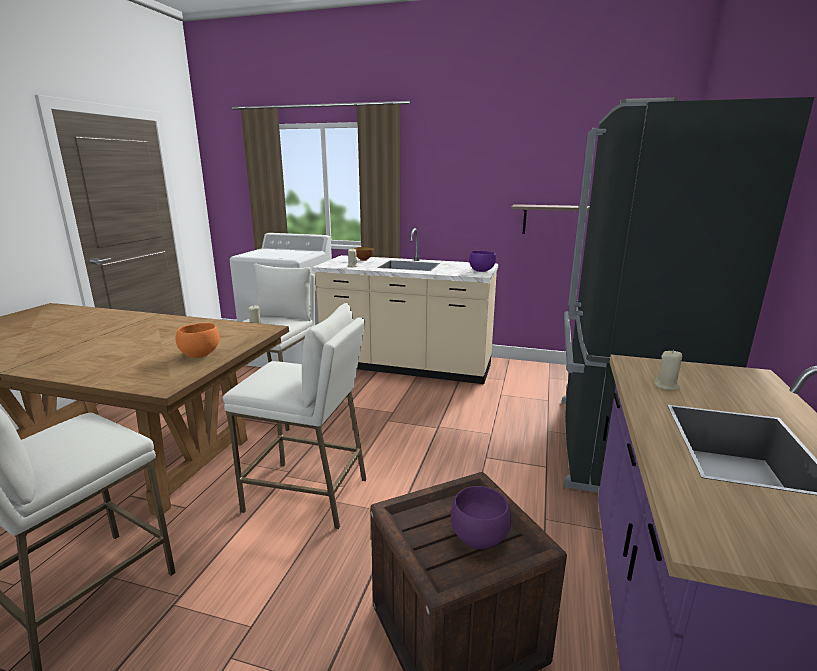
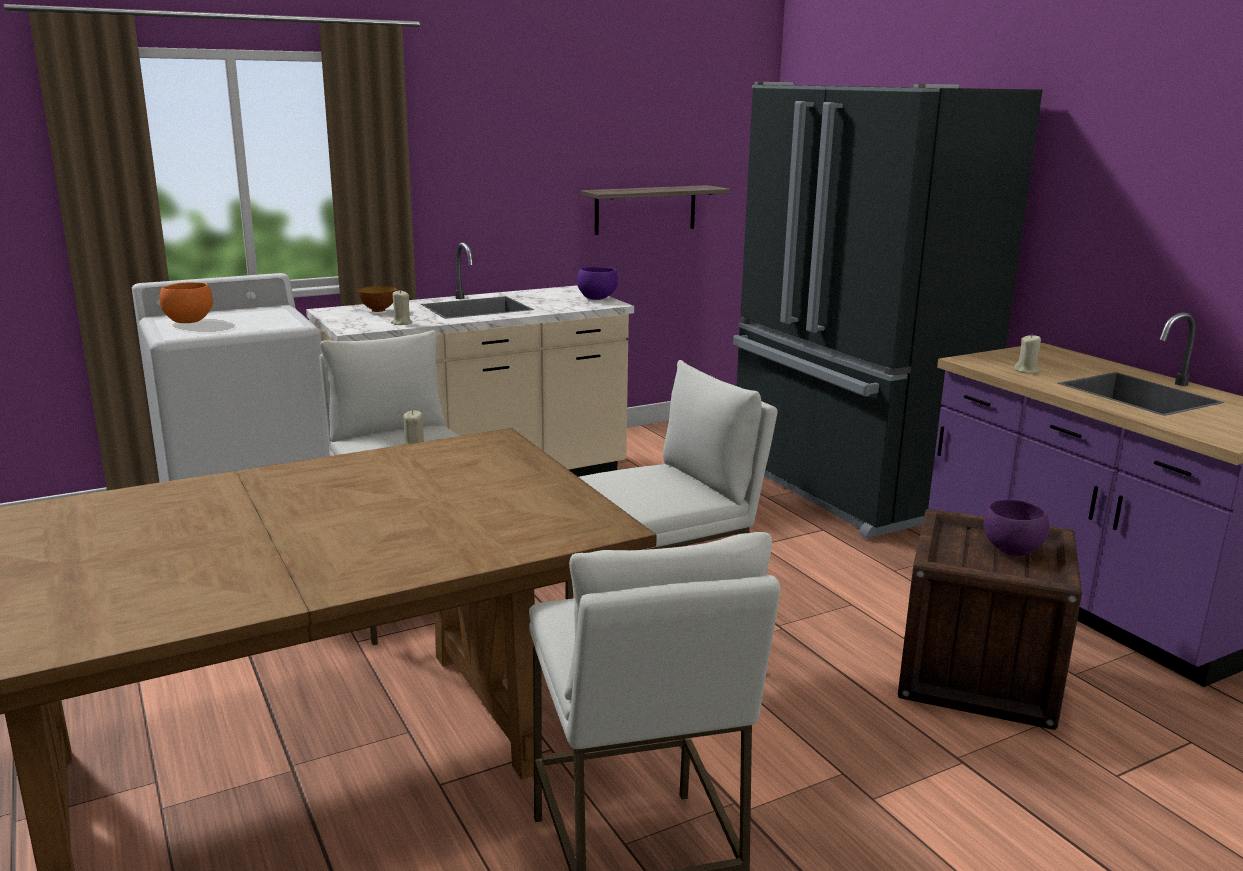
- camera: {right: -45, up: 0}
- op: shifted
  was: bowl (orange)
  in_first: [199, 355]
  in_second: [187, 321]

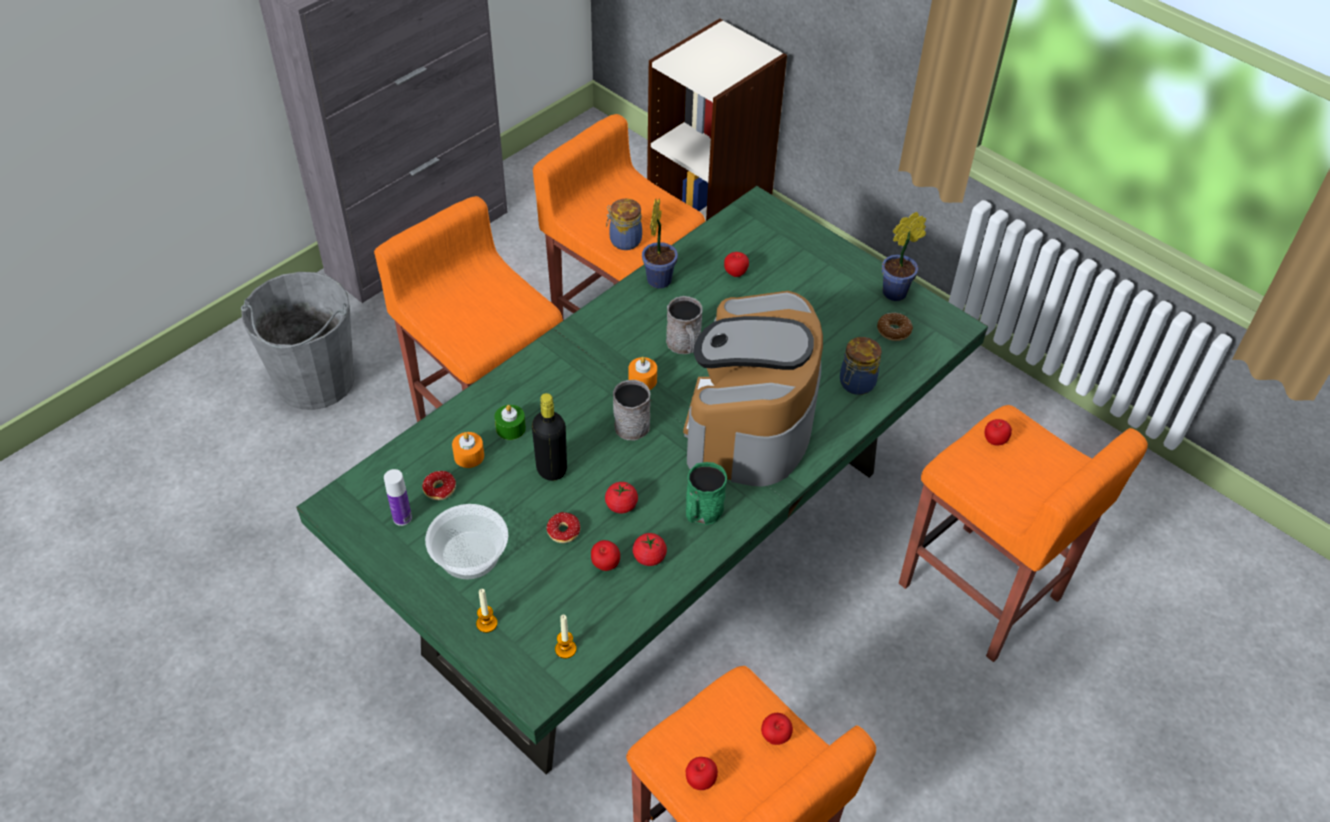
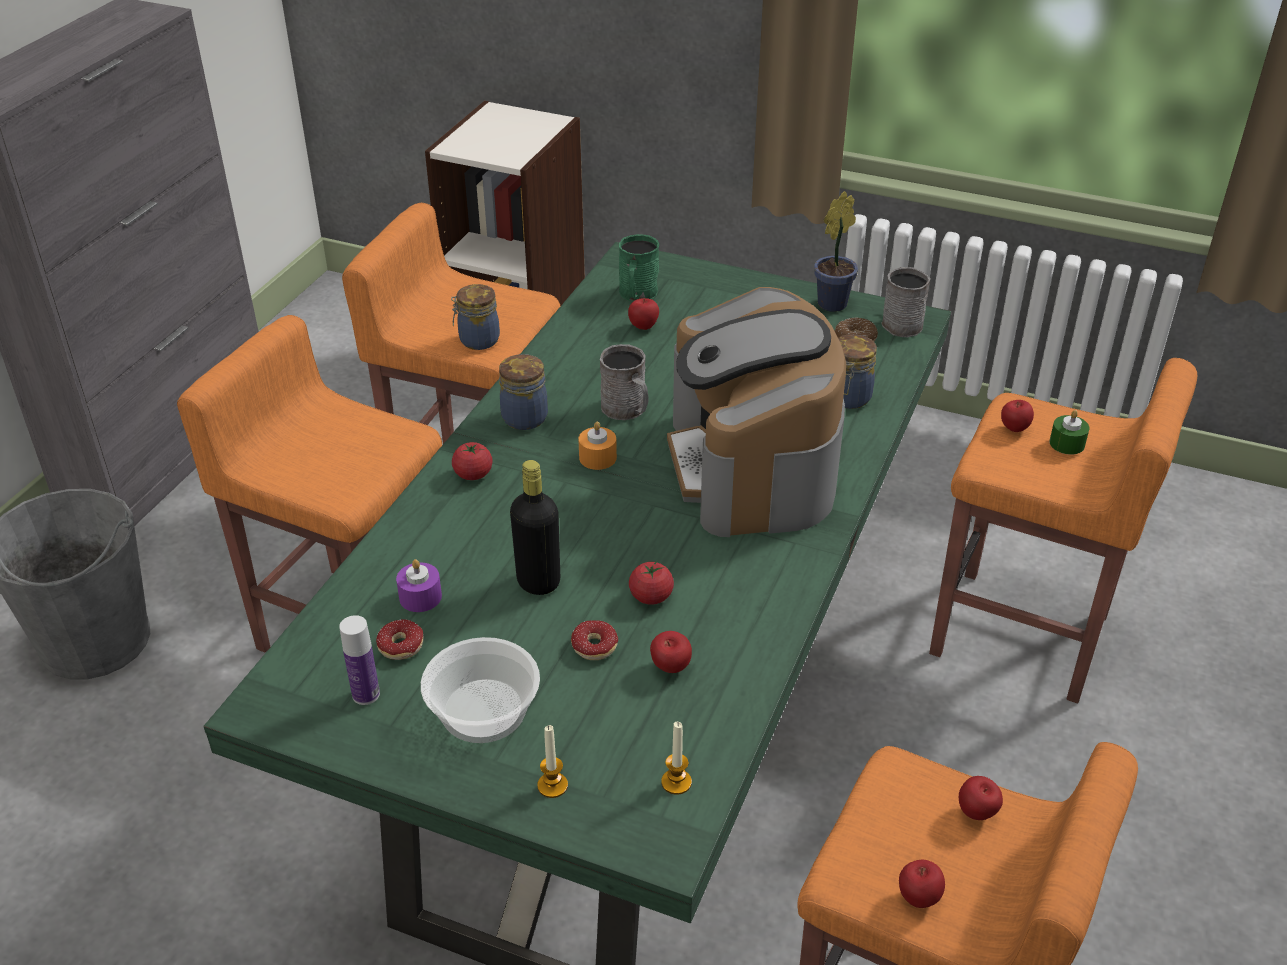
- camera: {right: -20, up: -10}
- op: gone
  was: potted plant
  in_first: [660, 278]
- op: shifted
  was: mug (grey)
  in_first: [631, 421]
  in_second: [898, 322]
- op: shifted
  was: candle (green)
  in_first: [510, 428]
  in_second: [1067, 443]
- op: repainted
  was: candle (orange)
  now: candle (purple)
  in_first: [469, 456]
  in_second: [420, 597]
- op: shifted
  was: mug (green)
  in_first: [701, 513]
  in_second: [637, 294]
- op: shifted
  was: tomato
  in_first: [649, 557]
  in_second: [473, 474]
- op: new
  now: jar
  in_second: [525, 416]

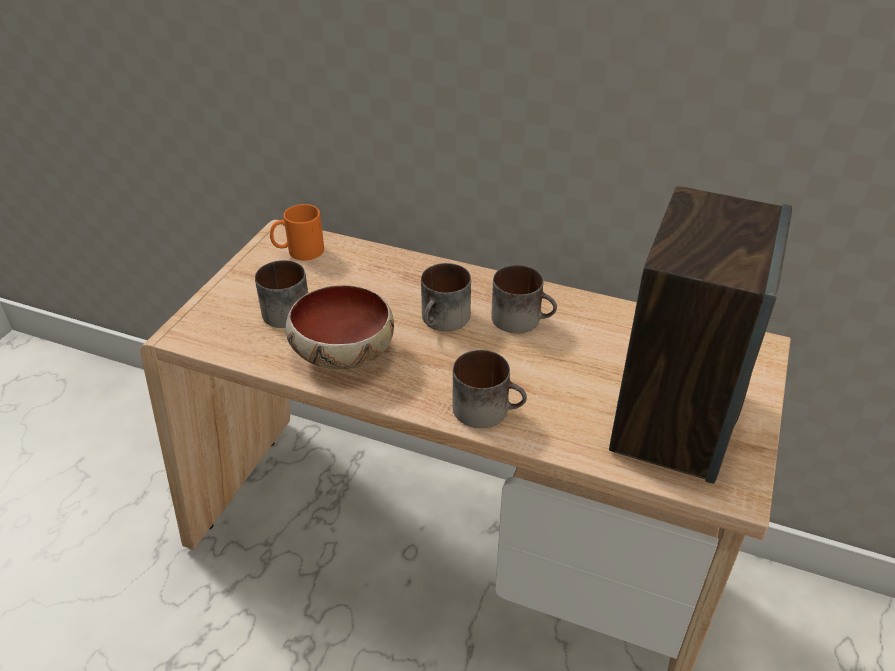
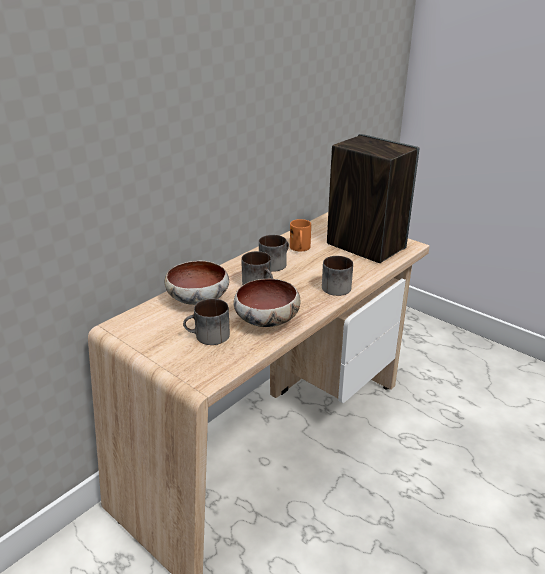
- camera: {right: -70, up: -10}
- op: shifted
  was: mug (orange)
  in_first: [298, 252]
  in_second: [300, 249]
- op: new
  now: bowl
  in_second: [199, 299]

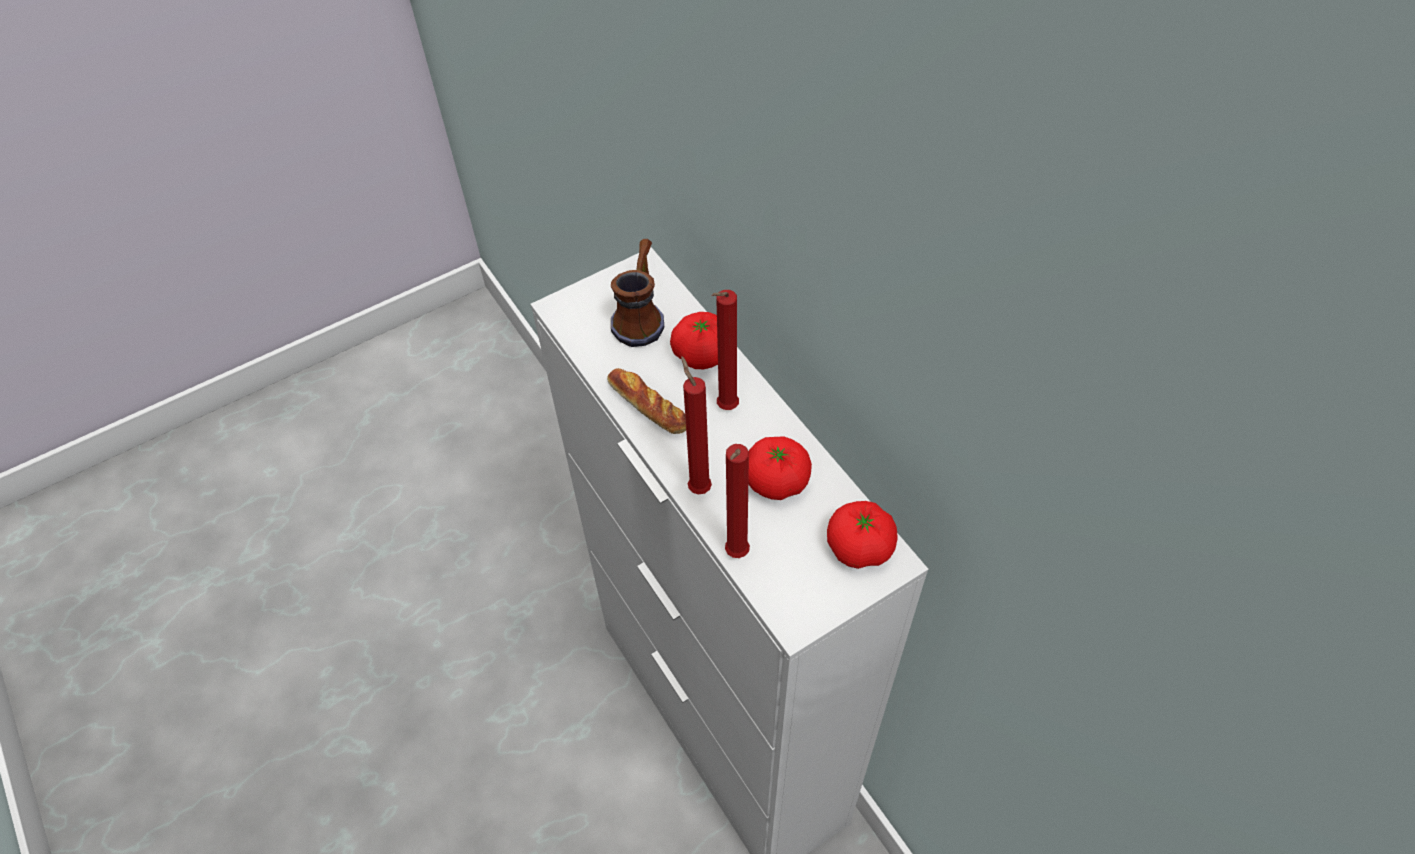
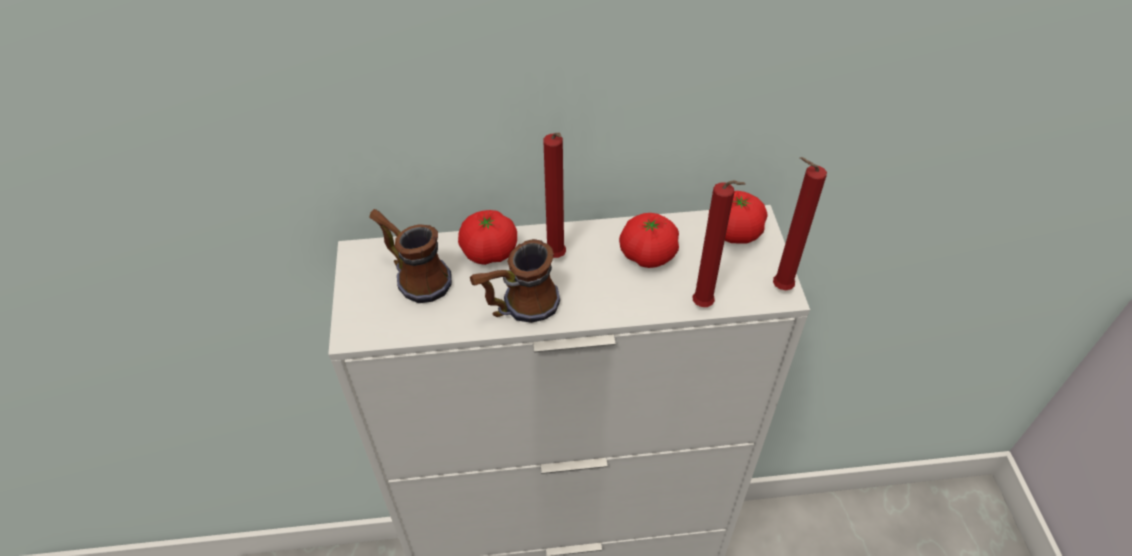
- camera: {right: -65, up: -5}
- op: shifted
  was: candle (red)
  in_first: [698, 486]
  in_second: [778, 288]
- op: swapped
  was: bread
  now: mug
  in_first: [647, 405]
  in_second: [518, 308]

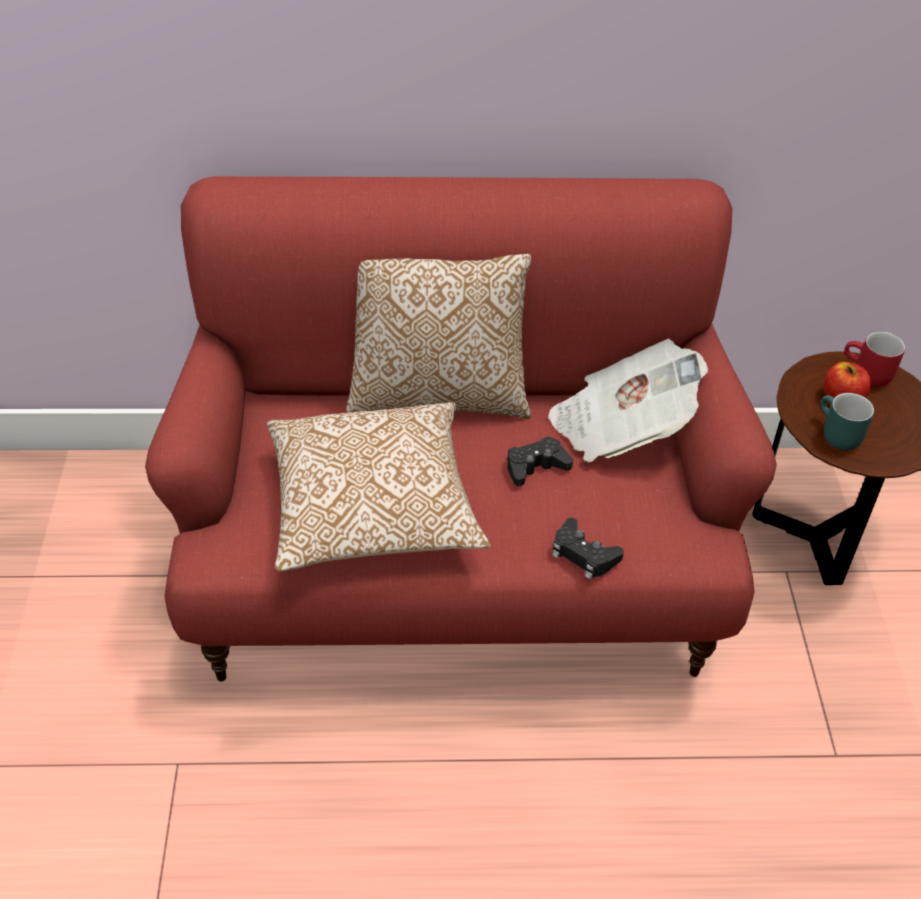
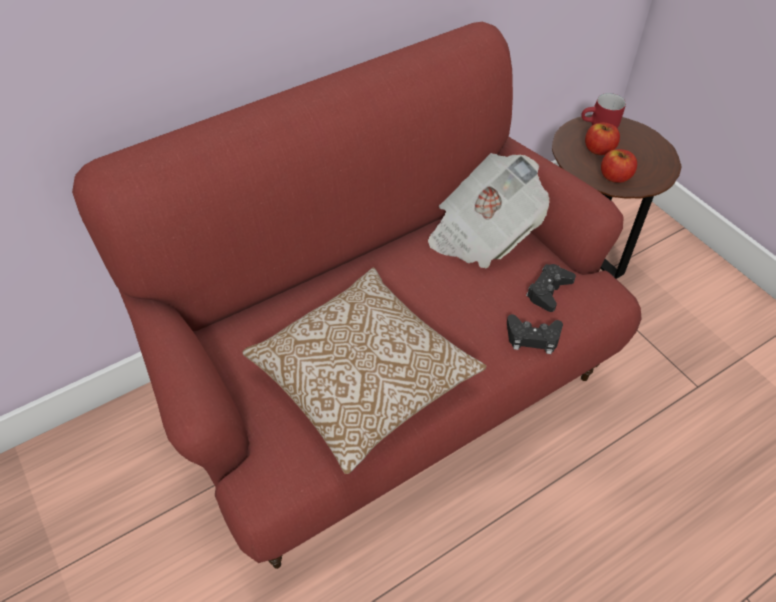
- camera: {right: -30, up: 5}
- op: gone
  was: pillow
  in_first: [439, 394]
- op: swapped
  was: mug (turquoise)
  now: apple
  in_first: [835, 435]
  in_second: [615, 177]
- op: shifted
  was: game controller (black)
  in_first: [536, 467]
  in_second: [548, 291]

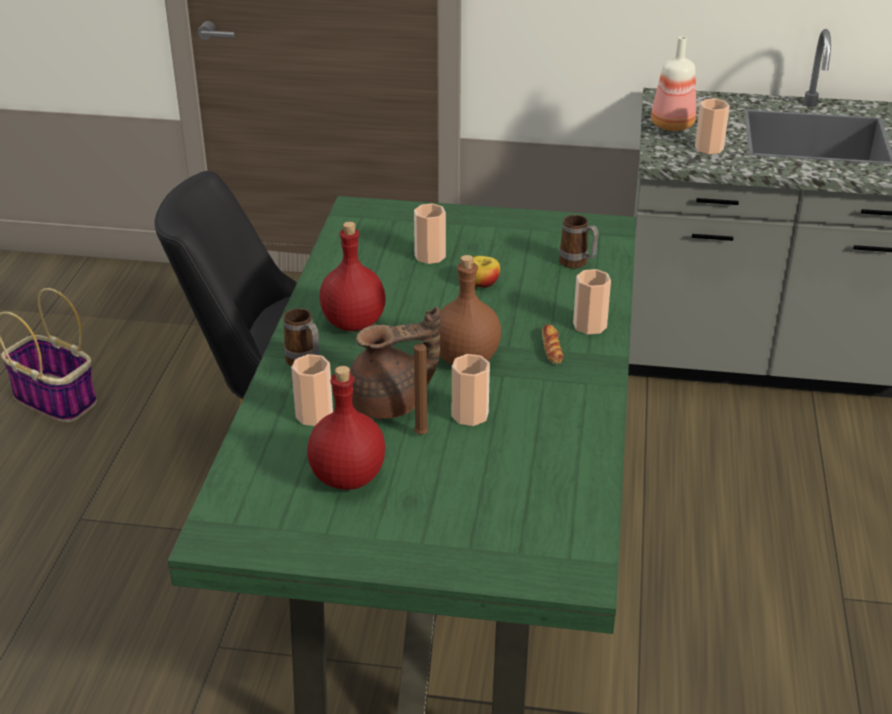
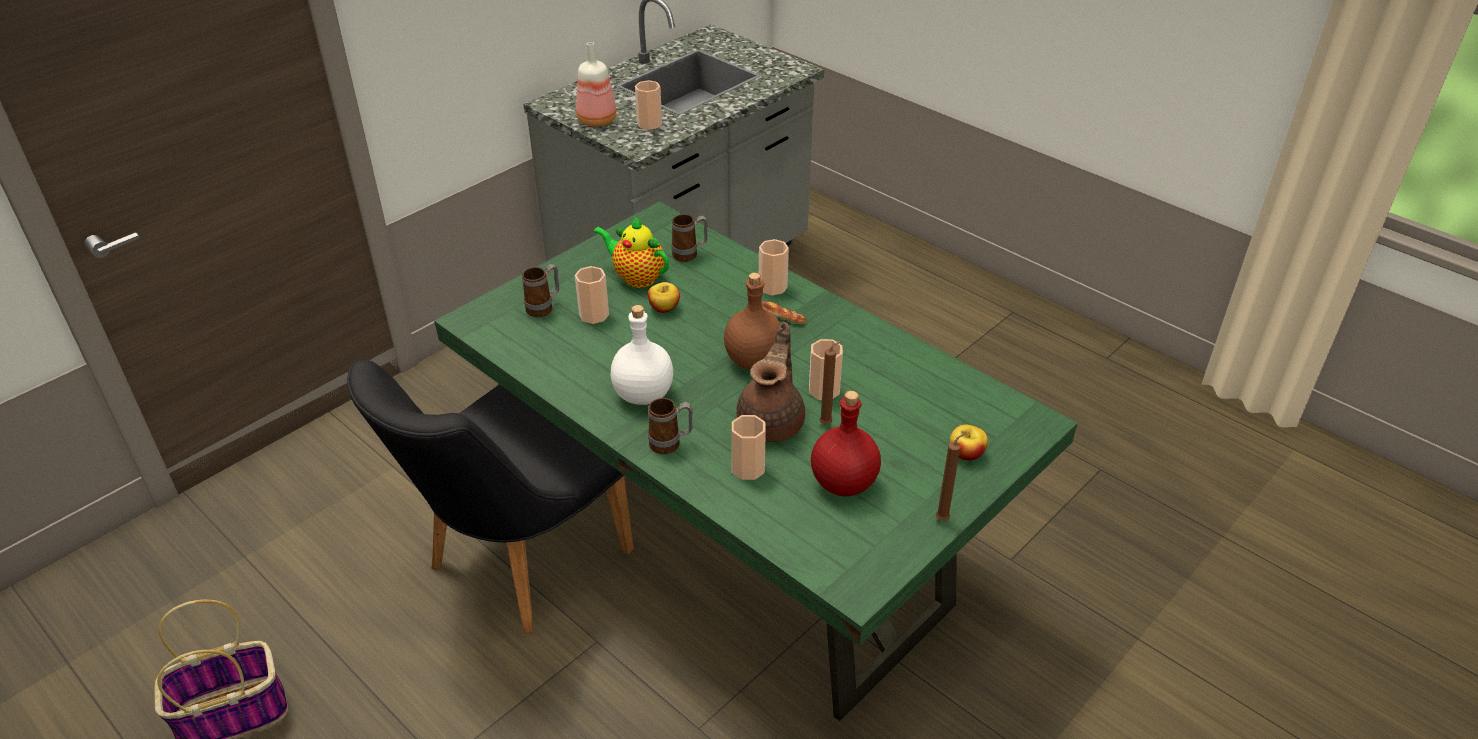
- camera: {right: -55, up: 5}
- op: repainted
  was: bottle (red)
  now: bottle (white)
  in_first: [355, 323]
  in_second: [644, 394]
- op: new
  now: teapot
  in_second: [636, 277]
- op: new
  now: mug
  in_second: [544, 307]
- op: new
  now: apple
  in_second: [966, 454]
- op: new
  now: candle (brown)
  in_second: [944, 518]

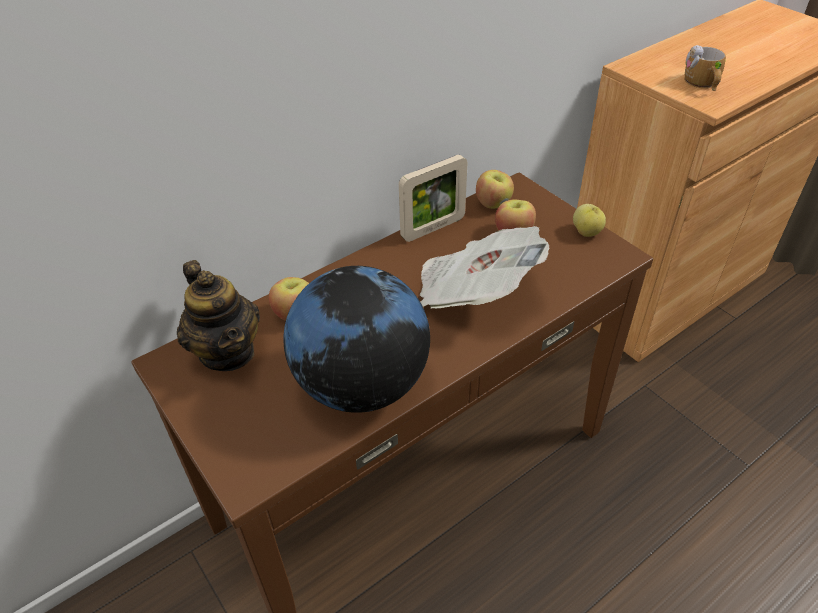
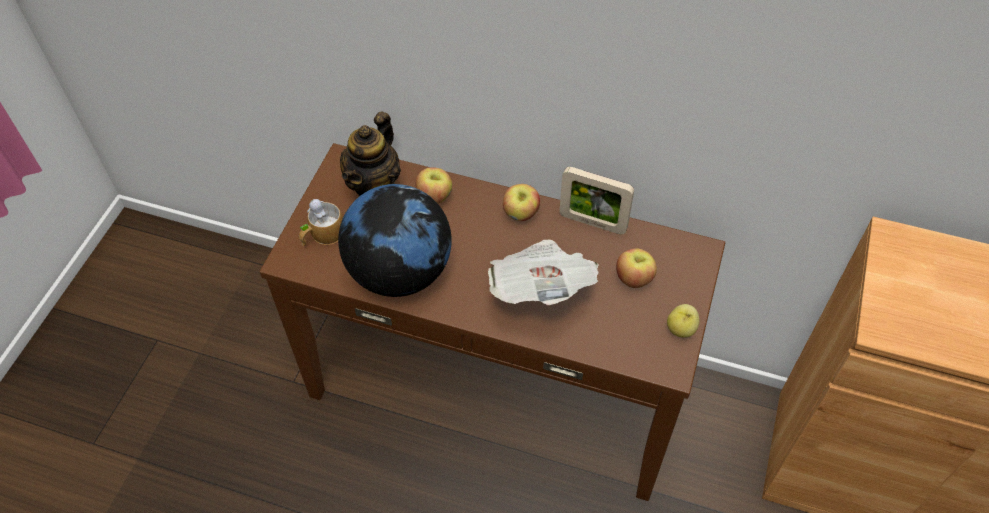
- camera: {right: 55, up: 10}
- op: shifted
  was: mug
  in_first: [702, 84]
  in_second: [322, 235]
- op: shifted
  was: apple
  in_first: [493, 203]
  in_second: [521, 214]

